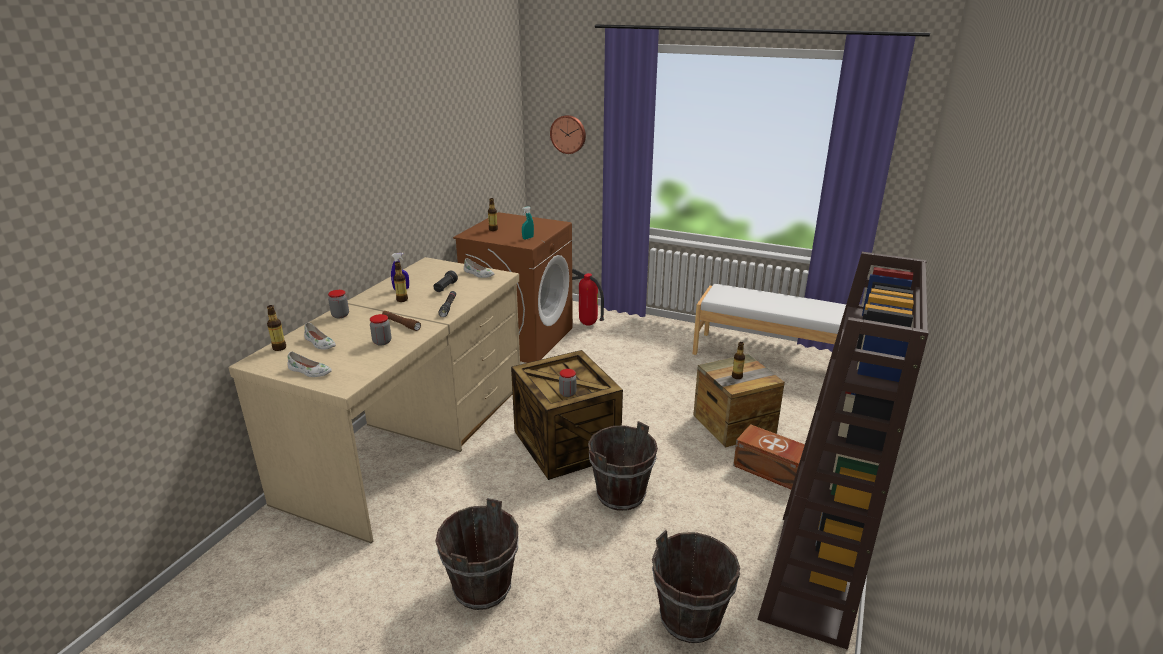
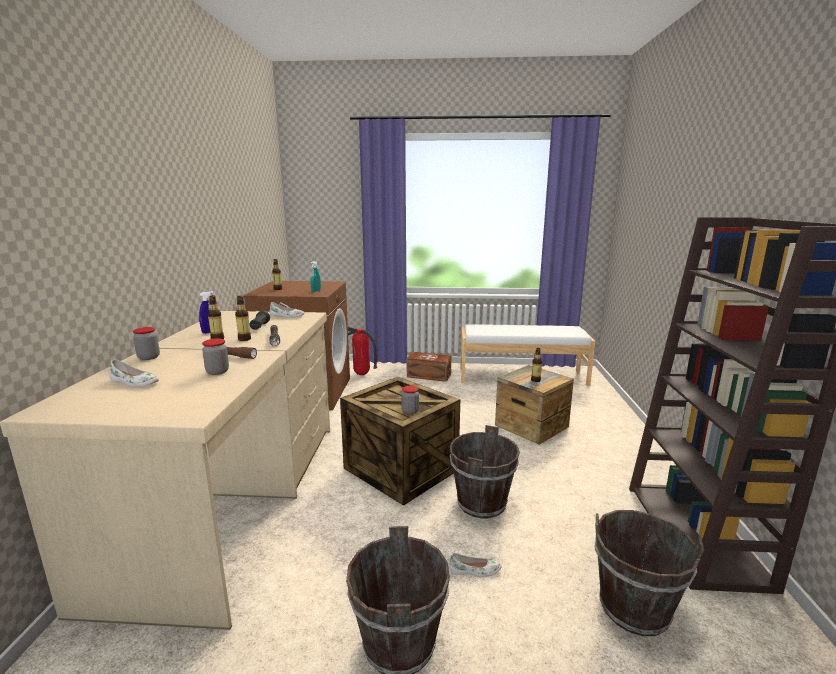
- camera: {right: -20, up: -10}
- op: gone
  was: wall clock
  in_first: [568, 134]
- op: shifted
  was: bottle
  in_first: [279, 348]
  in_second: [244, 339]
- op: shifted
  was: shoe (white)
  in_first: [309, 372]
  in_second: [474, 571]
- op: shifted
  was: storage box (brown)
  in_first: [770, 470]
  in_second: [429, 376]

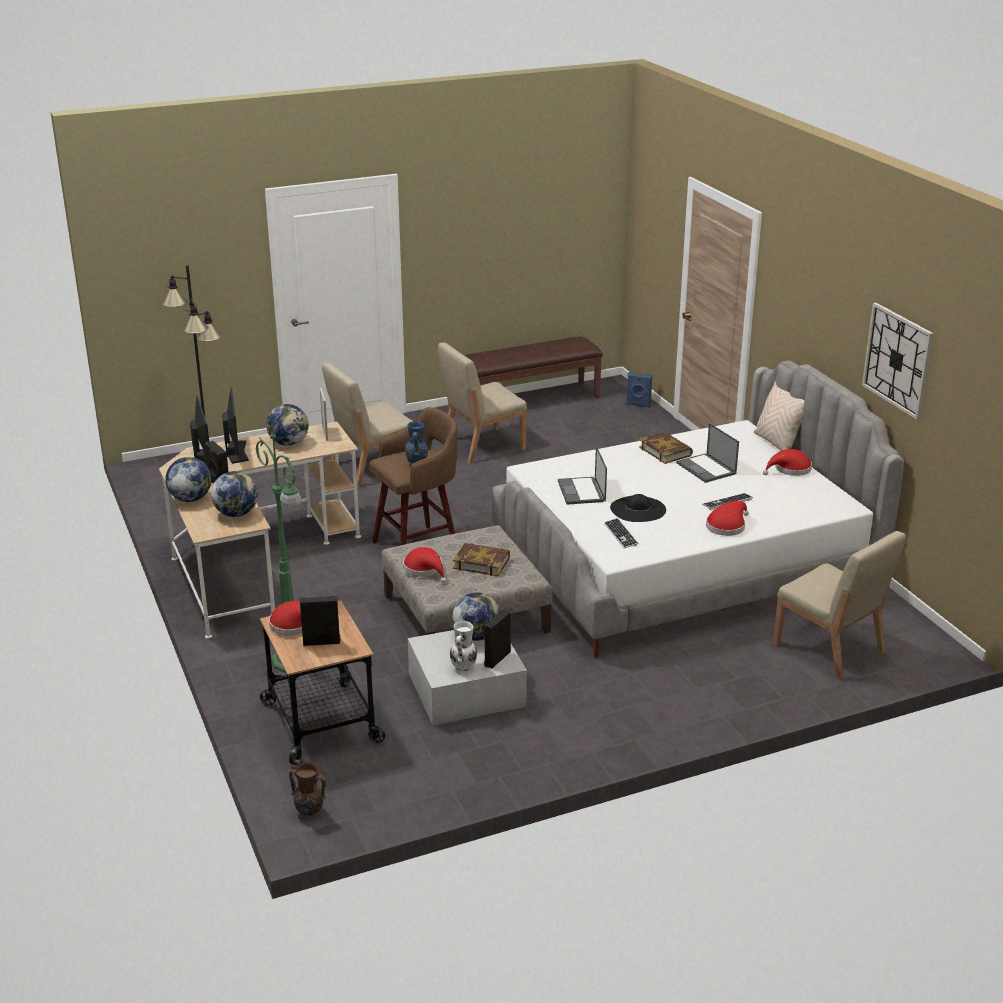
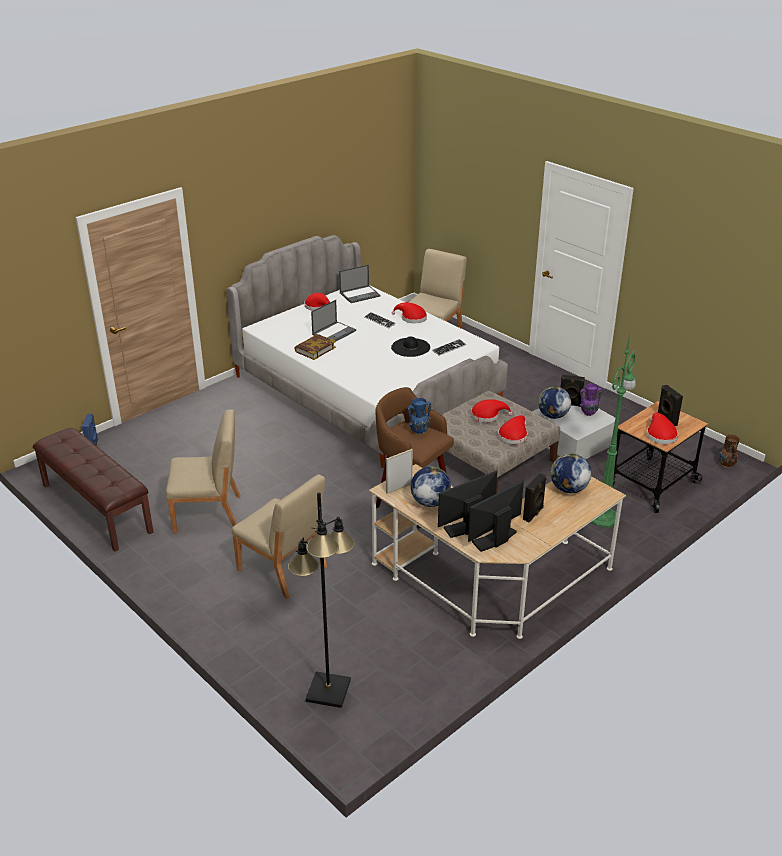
- camera: {right: -110, up: 5}
- op: gone
  was: wall clock
  in_first: [897, 360]
- op: rotated
  was: chair (beige)
  in_first: [482, 445]
  in_second: [209, 514]
  clockwise: -45
- op: gone
  was: pillow (beige)
  in_first: [776, 443]
- op: shifted
  was: laptop
  in_first: [581, 491]
  in_second: [360, 294]
- op: gone
  was: globe
  in_first: [190, 499]
- op: swapped
  was: book
  now: hat (red)
  in_first: [481, 563]
  in_second: [487, 415]
- op: repainted
  was: vase (white)
  now: vase (purple)
  in_first: [463, 667]
  in_second: [588, 413]

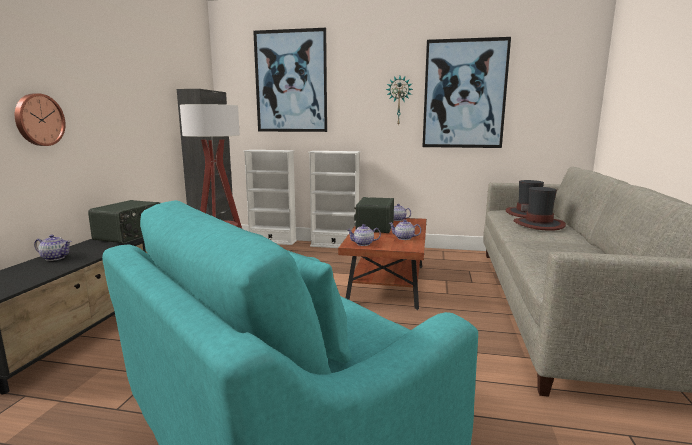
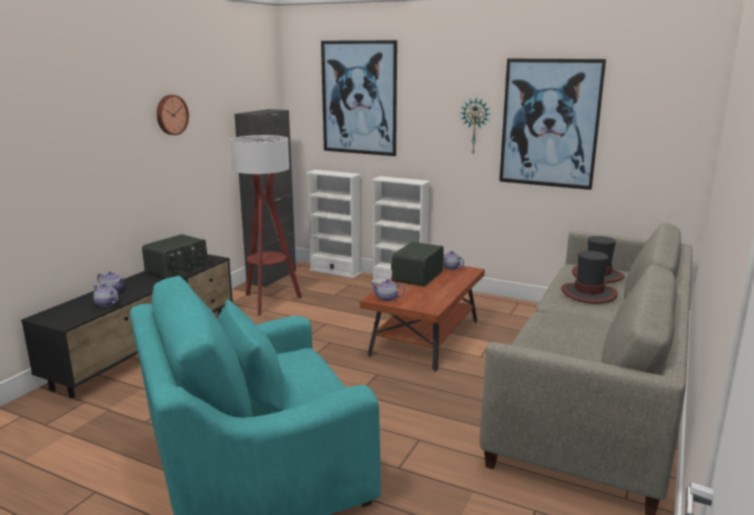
- camera: {right: 15, up: 5}
- op: shifted
  was: wall clock
  in_first: [38, 120]
  in_second: [171, 115]
- op: shifted
  was: teapot
  in_first: [404, 238]
  in_second: [106, 304]

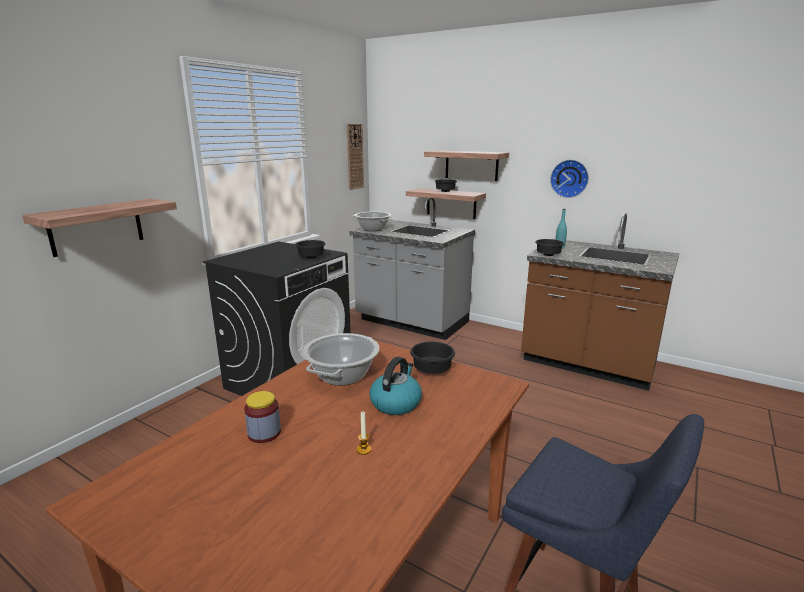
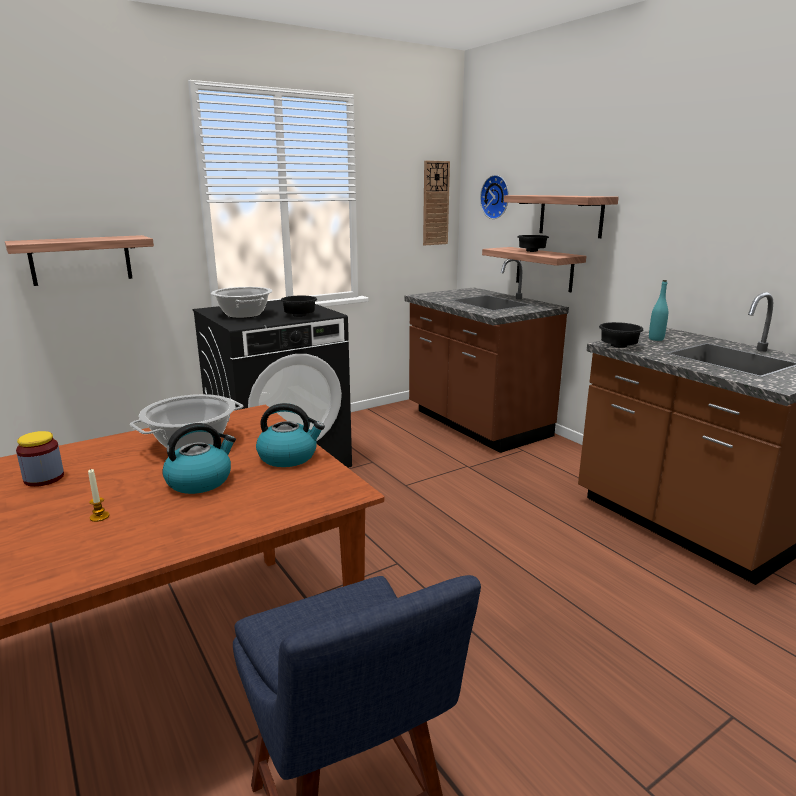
- camera: {right: 25, up: 0}
- op: shifted
  was: wall clock
  in_first: [569, 178]
  in_second: [496, 197]
- op: repainted
  was: counter (grey)
  now: counter (brown)
  in_first: [411, 322]
  in_second: [476, 424]
- op: shifted
  was: cooking pot
  in_first: [373, 229]
  in_second: [244, 315]
- op: swapped
  was: bowl (black)
  now: kettle
  in_first: [430, 370]
  in_second: [289, 457]

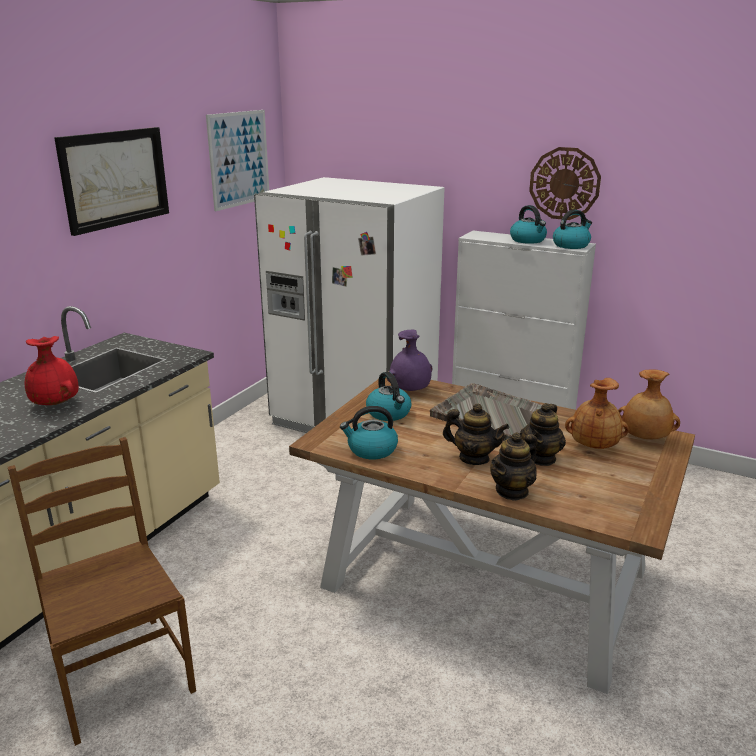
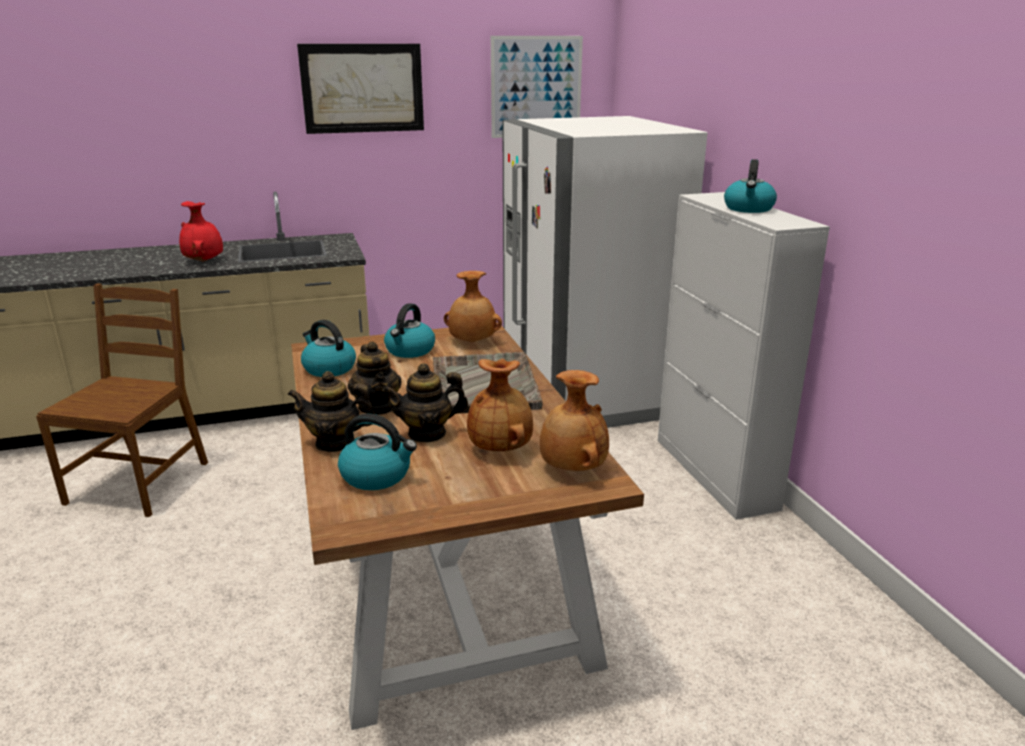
- camera: {right: 45, up: 0}
- op: gone
  was: wall clock
  in_first: [564, 183]
- op: shifted
  was: kettle
  in_first: [571, 245]
  in_second: [377, 475]
- op: repainted
  was: vase (purple)
  now: vase (brown)
  in_first: [410, 391]
  in_second: [472, 342]

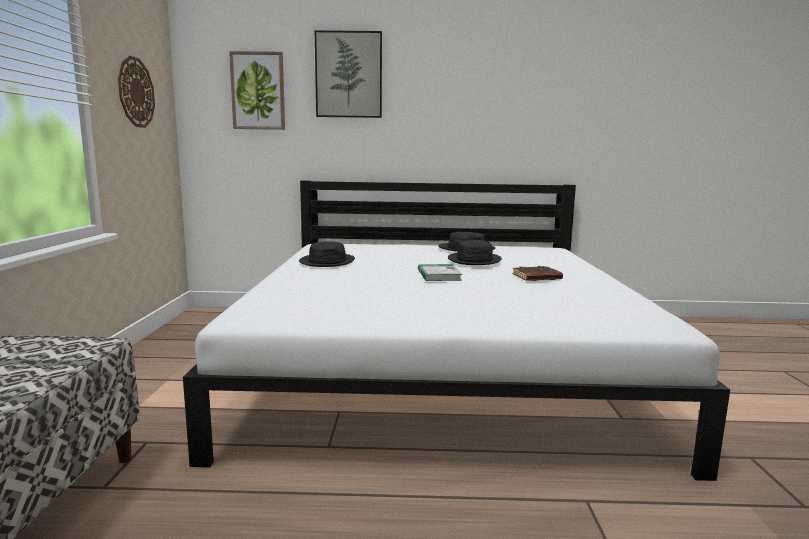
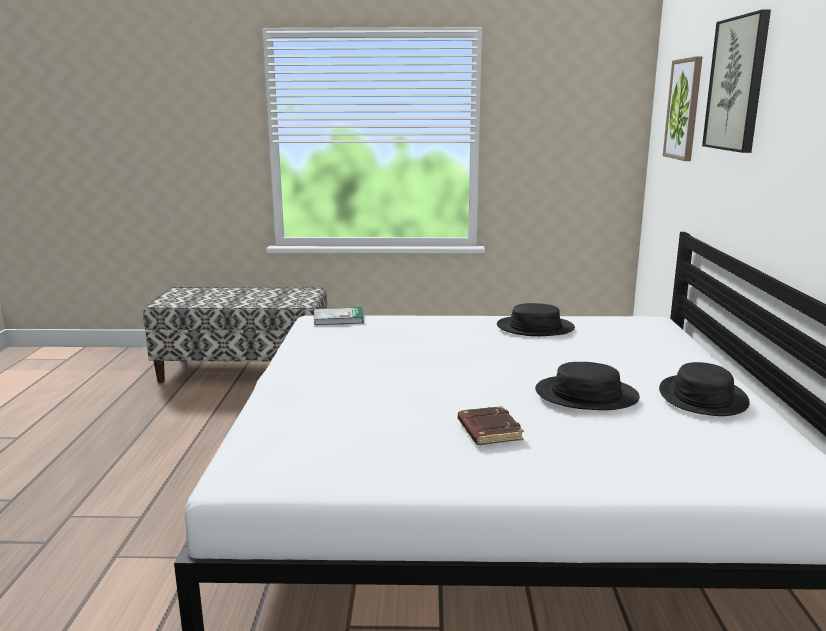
- camera: {right: 90, up: 5}
- op: gone
  was: wall clock
  in_first: [136, 92]
- op: shifted
  was: book
  in_first: [439, 275]
  in_second: [338, 318]

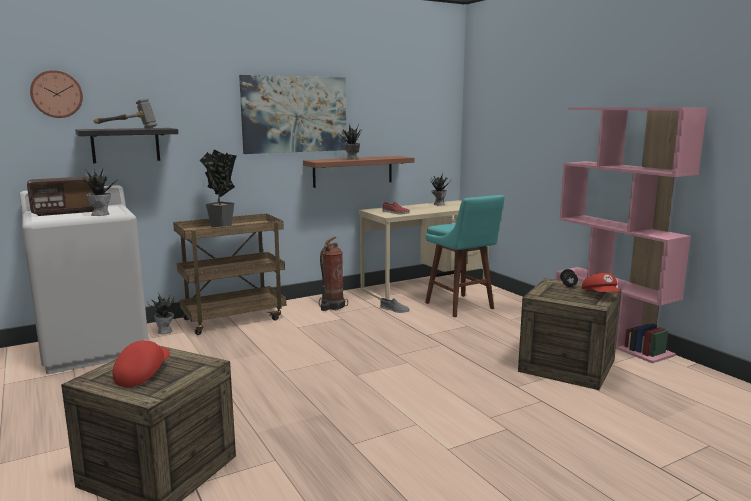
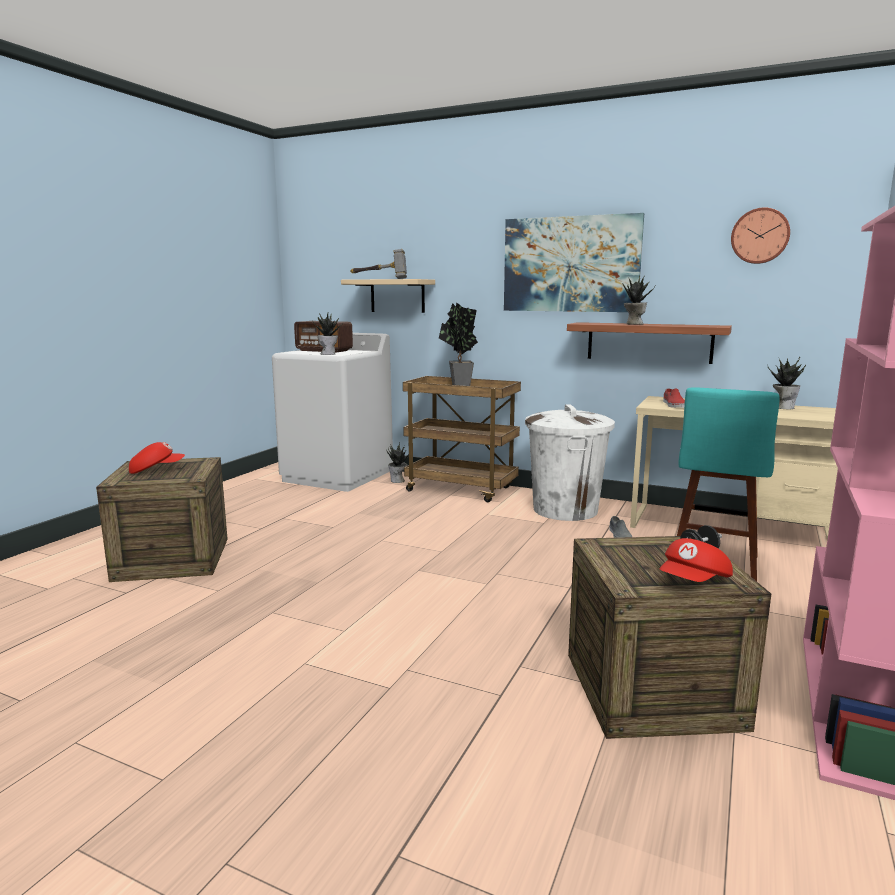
- camera: {right: 55, up: 0}
- op: shifted
  was: wall clock
  in_first: [56, 94]
  in_second: [760, 236]
- op: repainted
  was: shelf (black)
  now: shelf (beige)
  in_first: [125, 145]
  in_second: [397, 296]
- op: swapped
  was: fire extinguisher
  now: trash can (white)
  in_first: [331, 306]
  in_second: [565, 509]

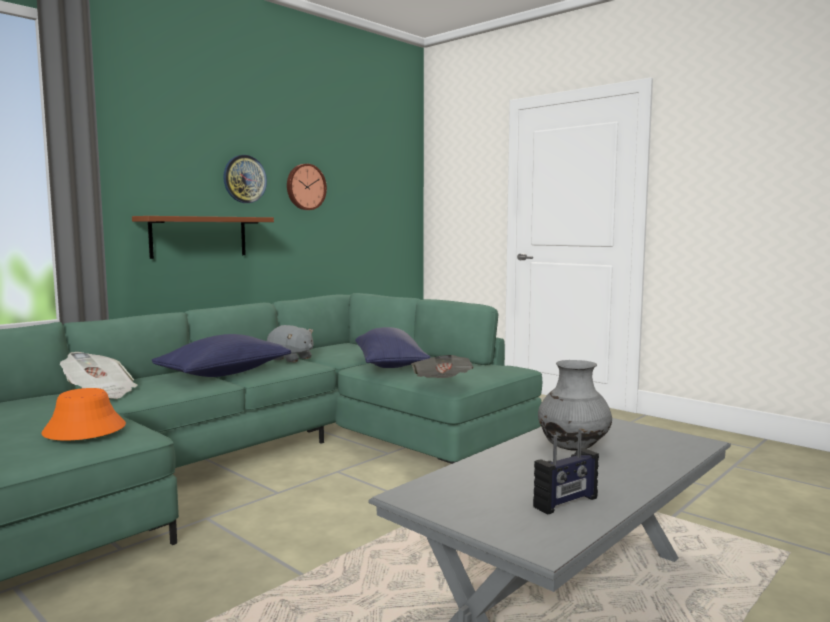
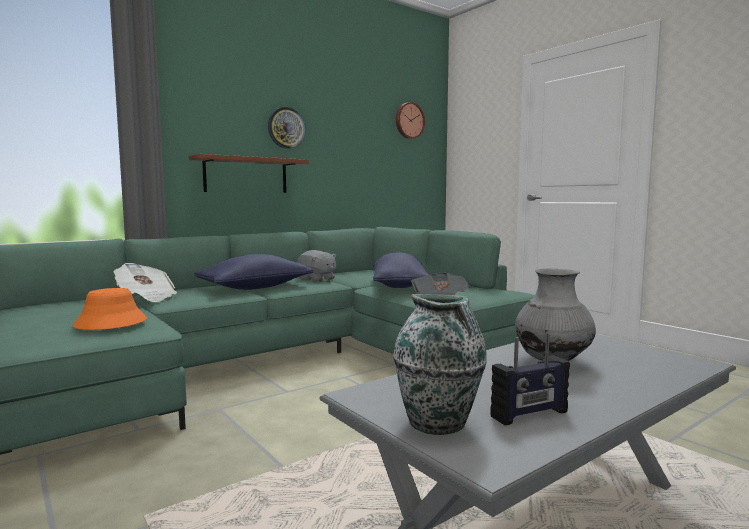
- camera: {right: 10, up: 0}
- op: shifted
  was: wall clock
  in_first: [305, 187]
  in_second: [409, 120]
- op: new
  now: vase
  in_second: [438, 423]

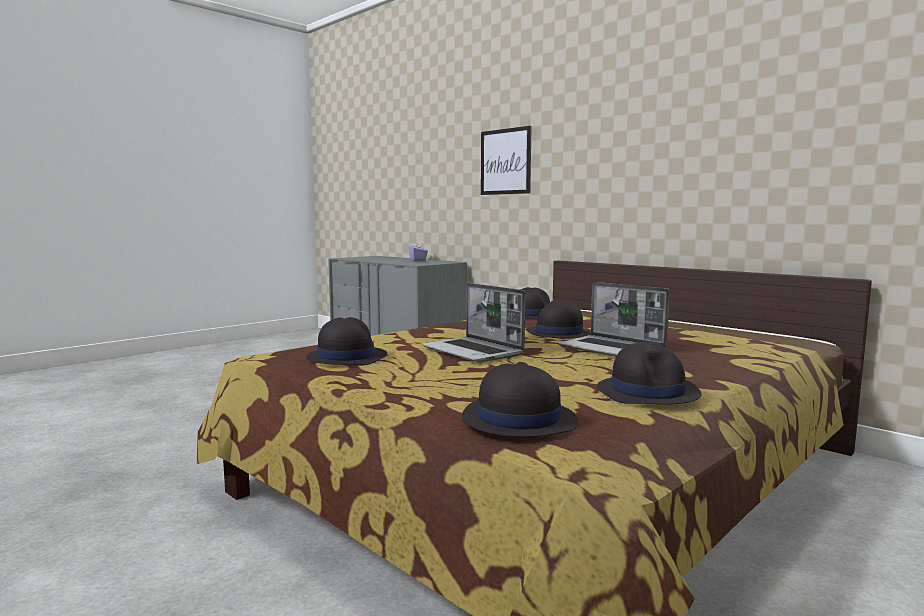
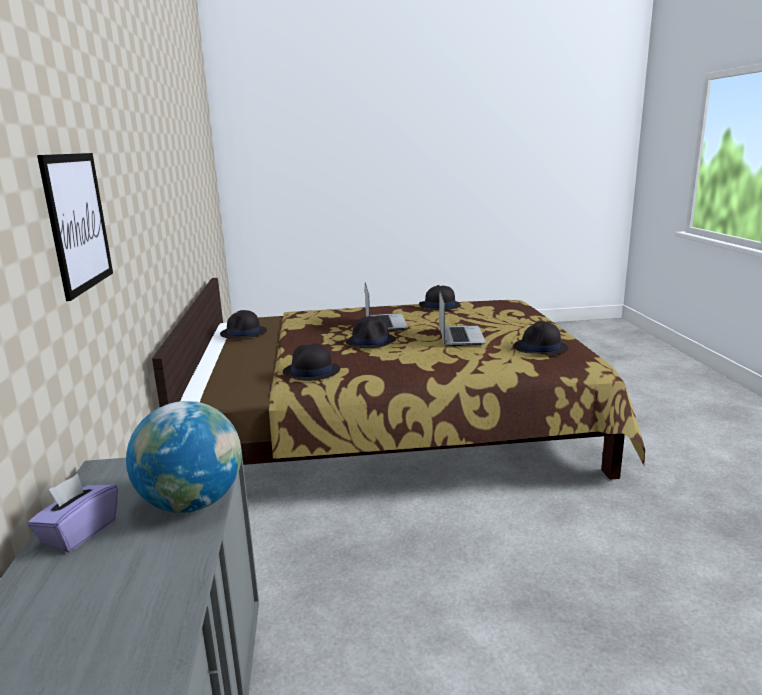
- camera: {right: -140, up: 10}
- op: shifted
  was: hat (black)
  in_first: [517, 419]
  in_second: [244, 333]
- op: new
  now: globe
  in_second: [192, 503]

